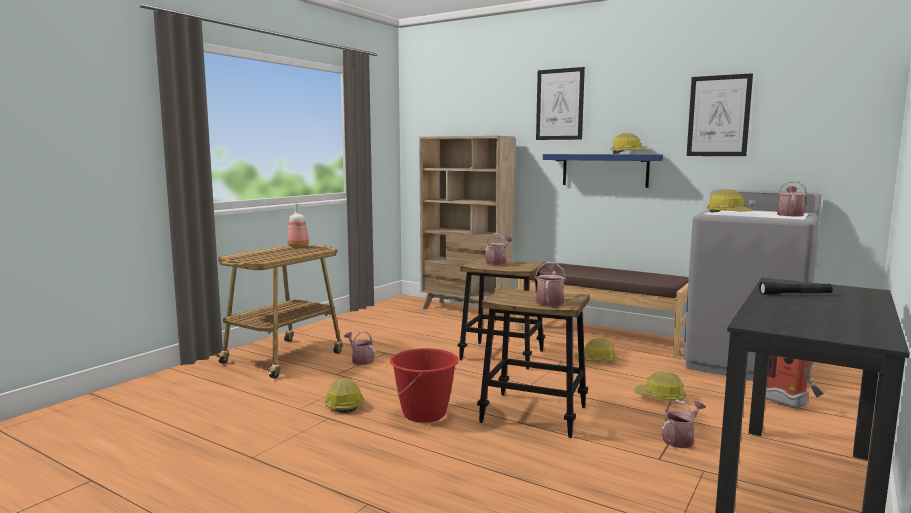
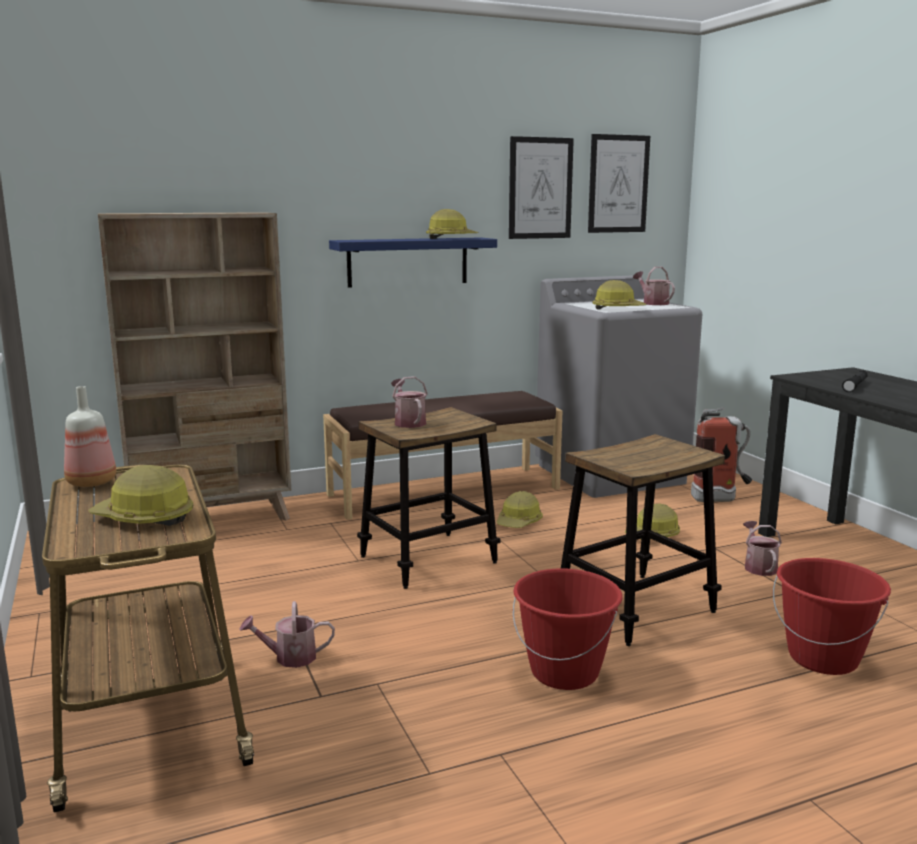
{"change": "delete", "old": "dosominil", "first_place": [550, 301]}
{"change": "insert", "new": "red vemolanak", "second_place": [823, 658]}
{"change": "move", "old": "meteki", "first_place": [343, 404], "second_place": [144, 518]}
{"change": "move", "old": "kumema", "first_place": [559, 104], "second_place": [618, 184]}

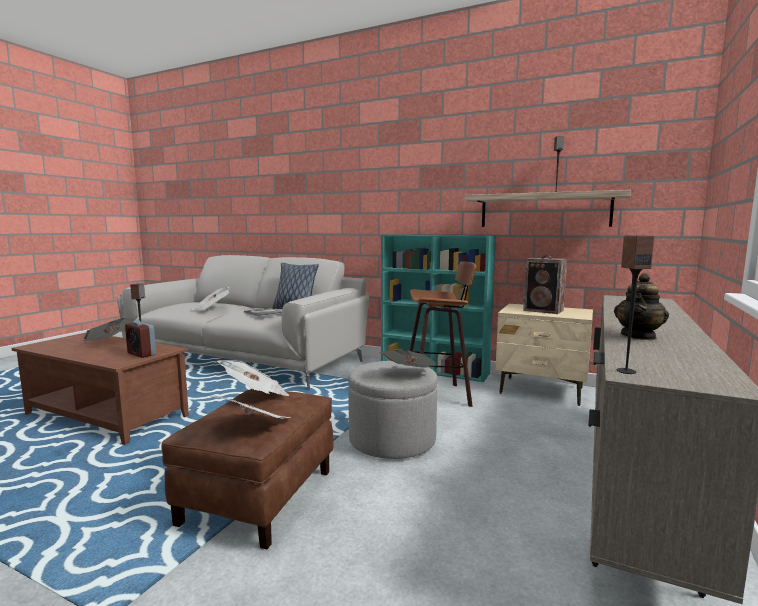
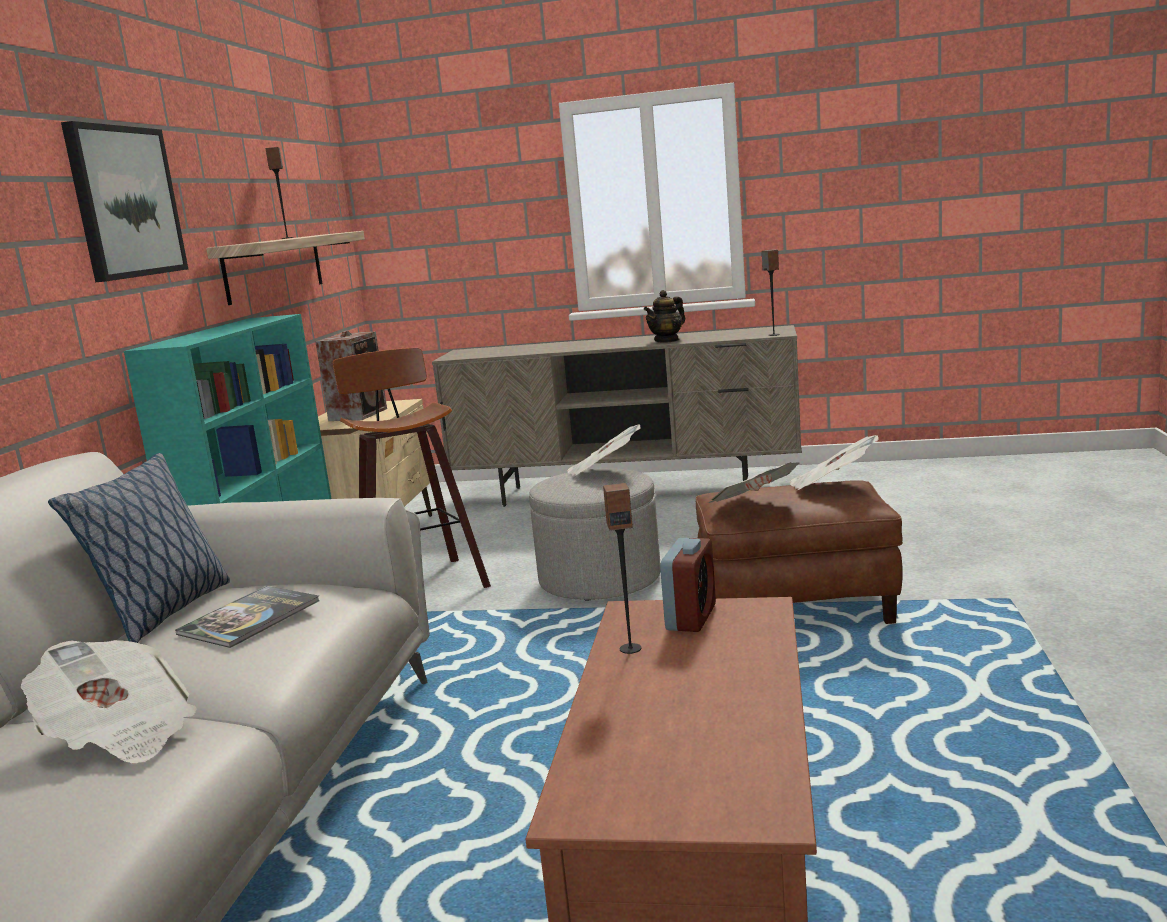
{"change": "delete", "old": "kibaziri", "first_place": [110, 342]}
{"change": "insert", "new": "kumema", "second_place": [125, 202]}
{"change": "rotate", "old": "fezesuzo", "first_place": [639, 336], "second_place": [667, 340], "degrees": 120}

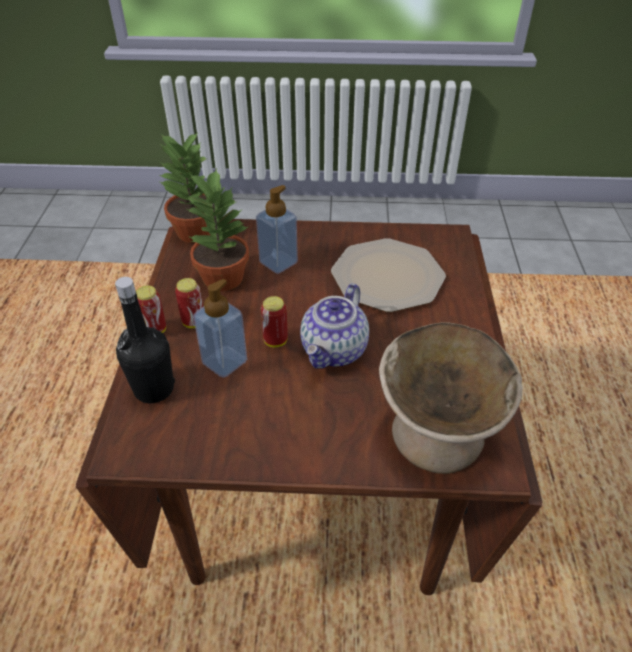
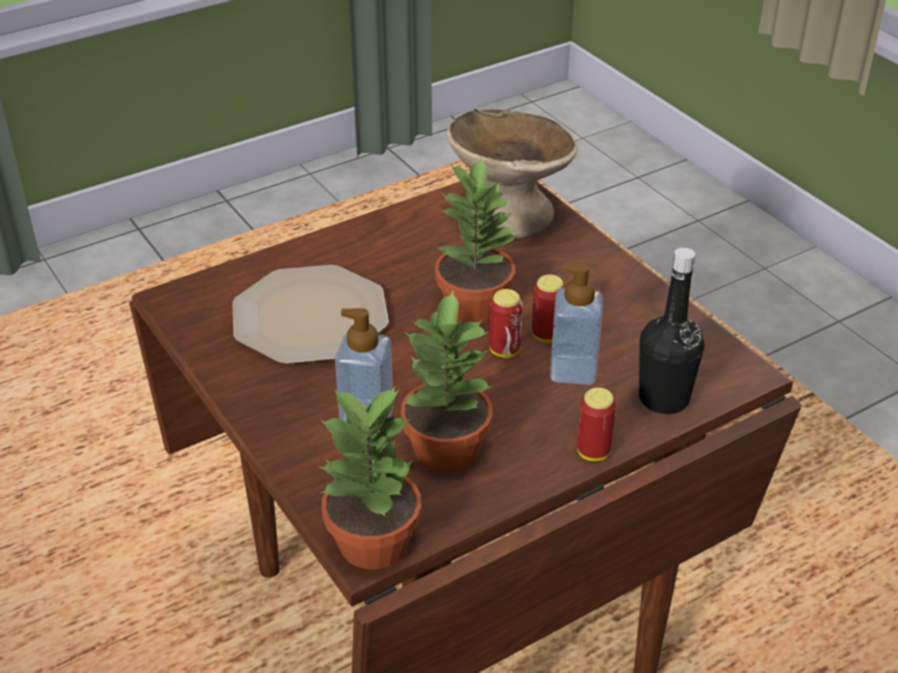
{"change": "move", "old": "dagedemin", "first_place": [193, 322], "second_place": [546, 335]}
{"change": "replace", "old": "fezesuzo", "new": "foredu", "first_place": [334, 351], "second_place": [474, 305]}

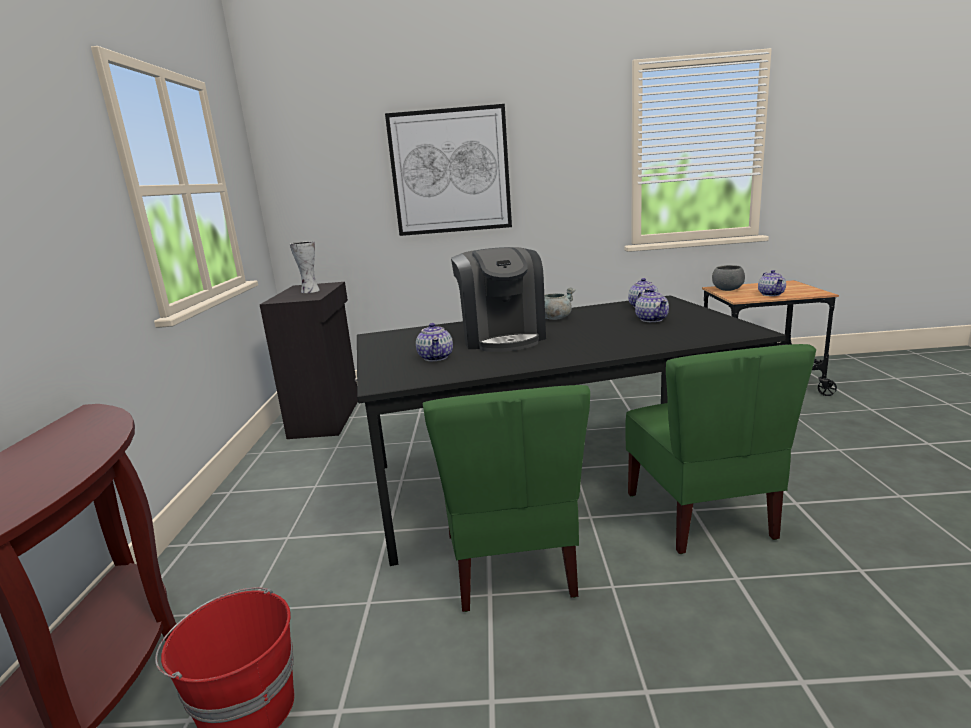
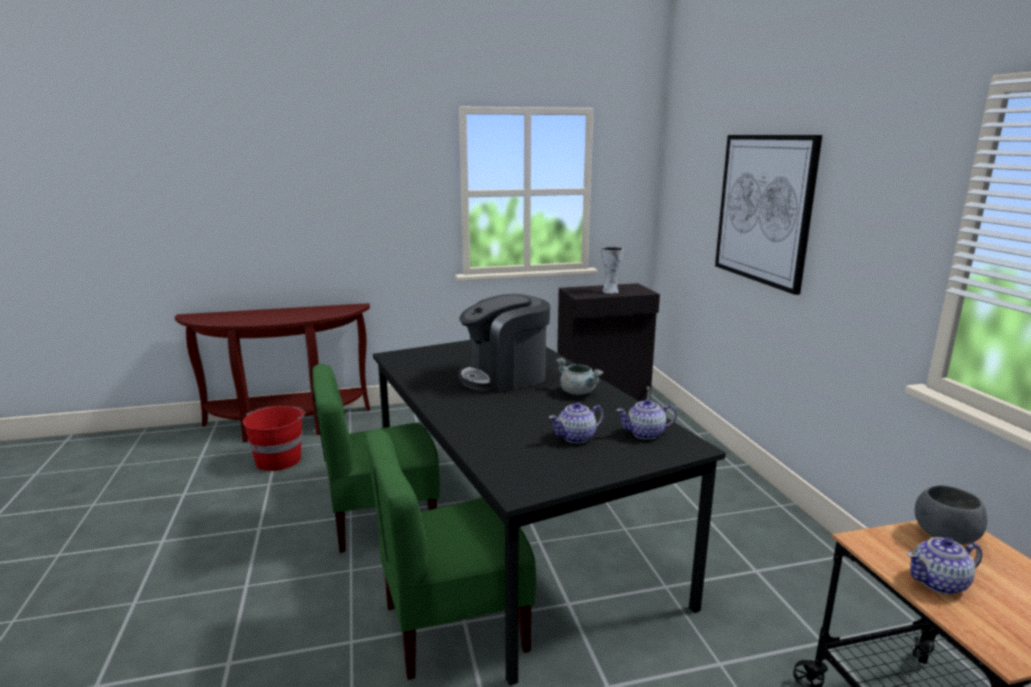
{"change": "delete", "old": "fezesuzo", "first_place": [436, 357]}

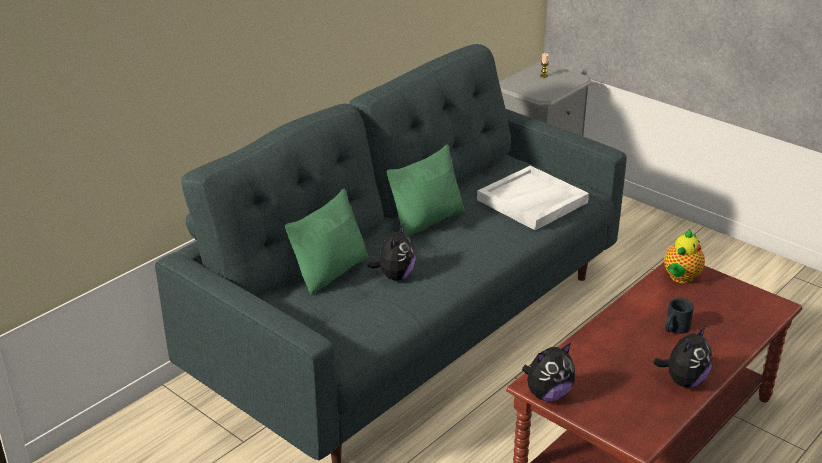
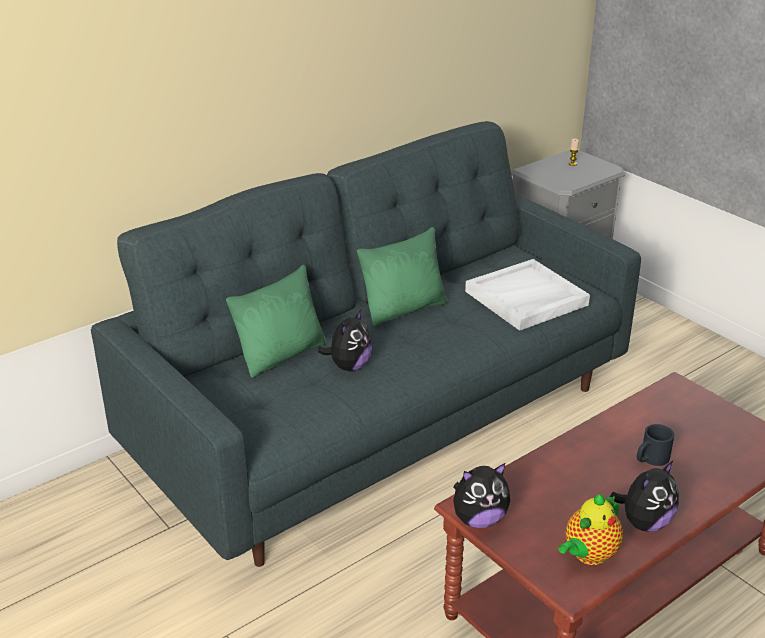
{"change": "move", "old": "fezesuzo", "first_place": [680, 278], "second_place": [588, 555]}

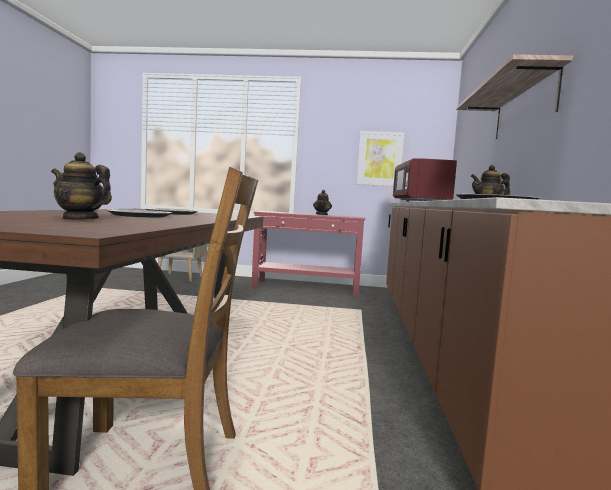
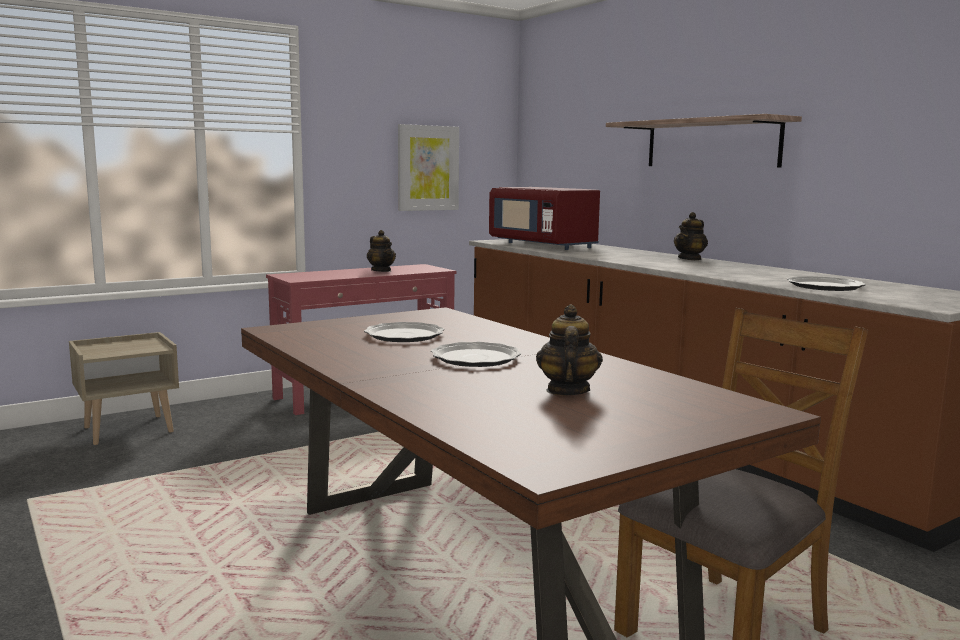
{"change": "rotate", "old": "fezesuzo", "first_place": [80, 219], "second_place": [567, 391], "degrees": 120}

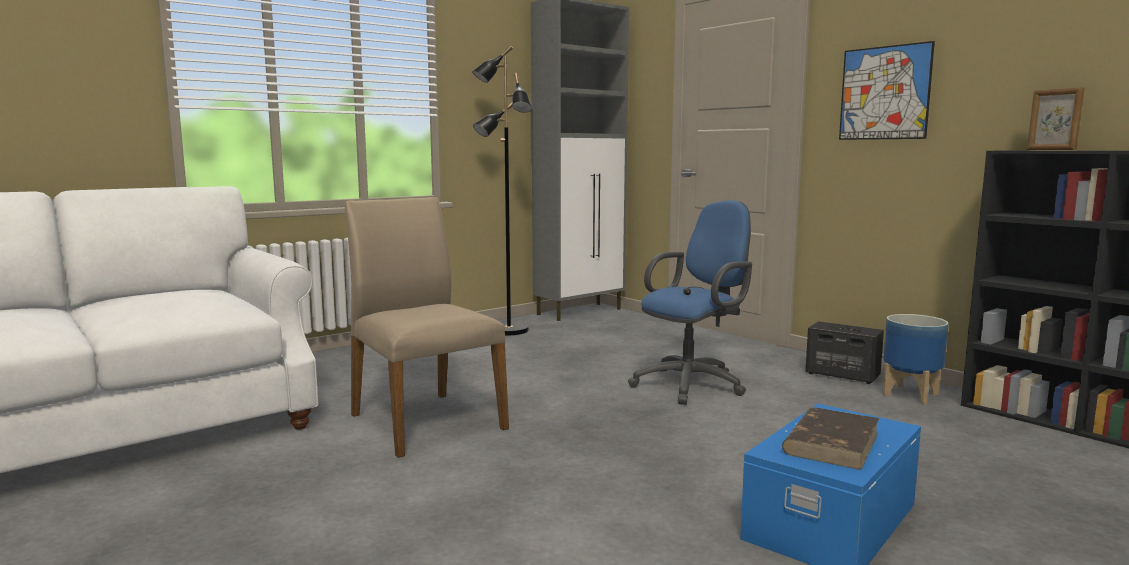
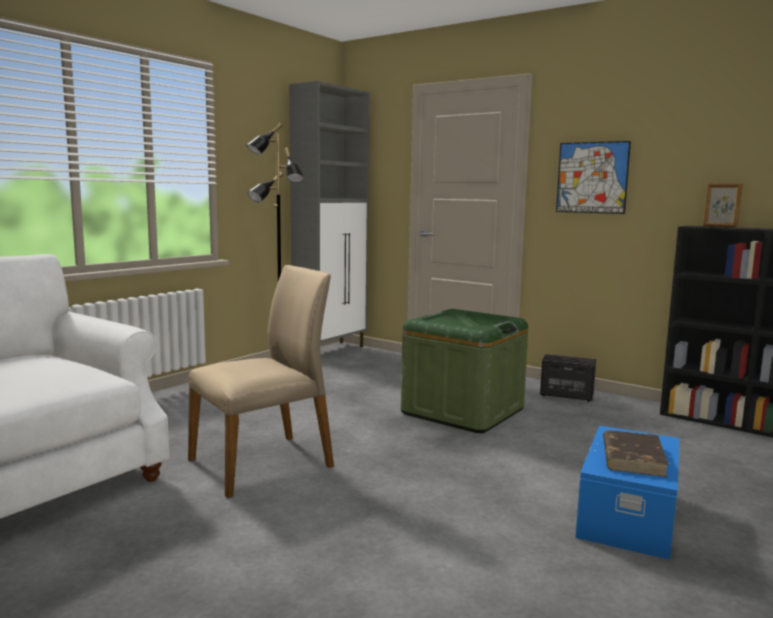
{"change": "delete", "old": "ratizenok", "first_place": [911, 395]}
{"change": "replace", "old": "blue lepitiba", "new": "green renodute", "first_place": [693, 384], "second_place": [462, 411]}
{"change": "rotate", "old": "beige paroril", "first_place": [424, 421], "second_place": [263, 463], "degrees": 105}

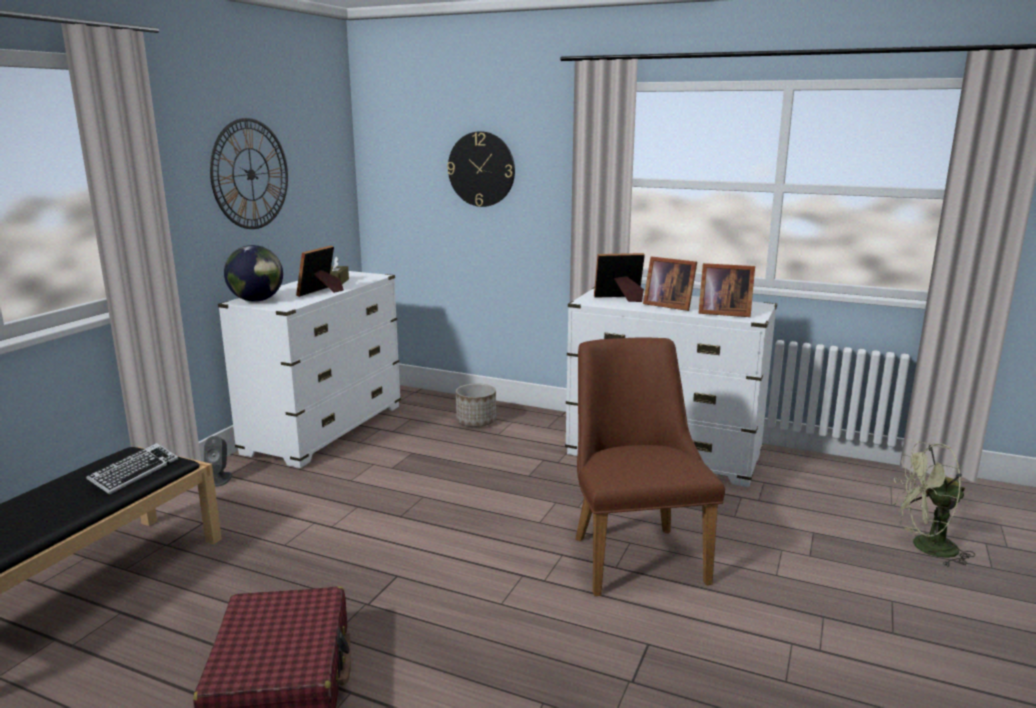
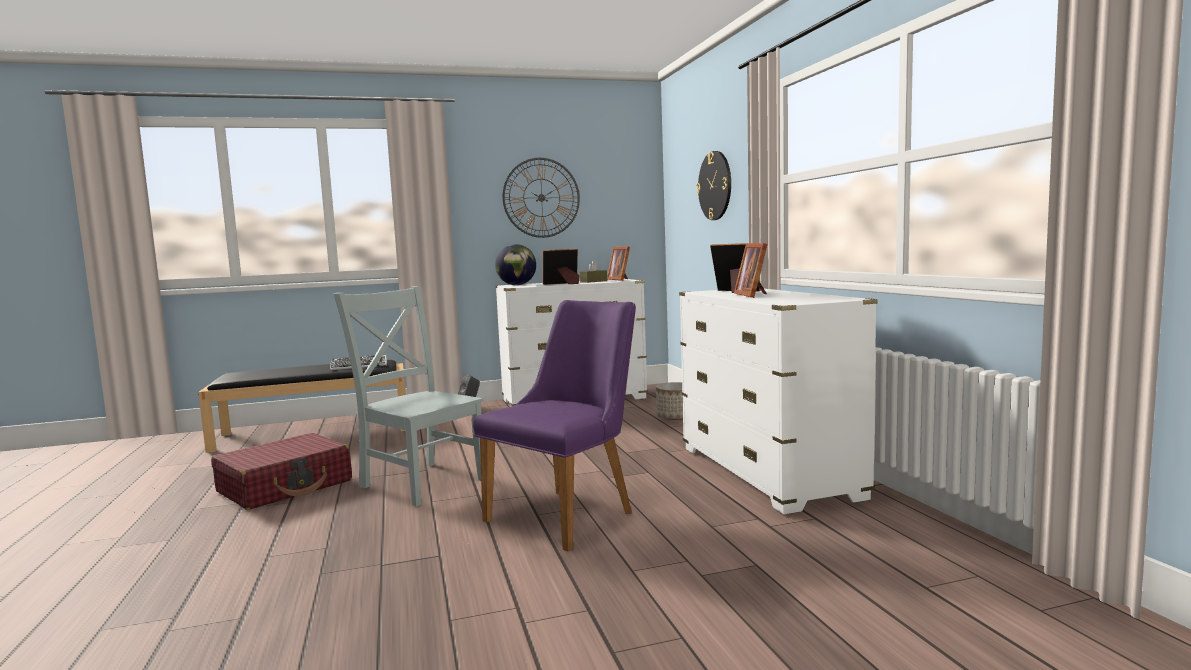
{"change": "delete", "old": "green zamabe", "first_place": [925, 548]}
{"change": "insert", "new": "grey paroril", "second_place": [420, 482]}
{"change": "move", "old": "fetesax", "first_place": [722, 313], "second_place": [620, 279]}
{"change": "recolor", "old": "brown paroril", "new": "purple paroril", "first_place": [633, 552], "second_place": [570, 512]}

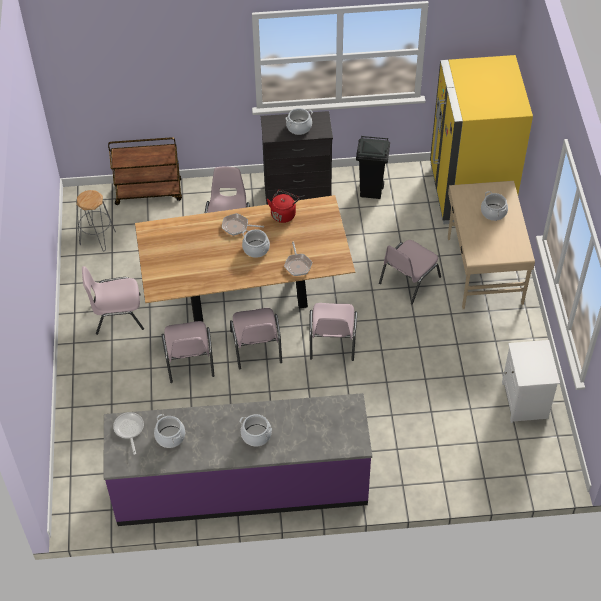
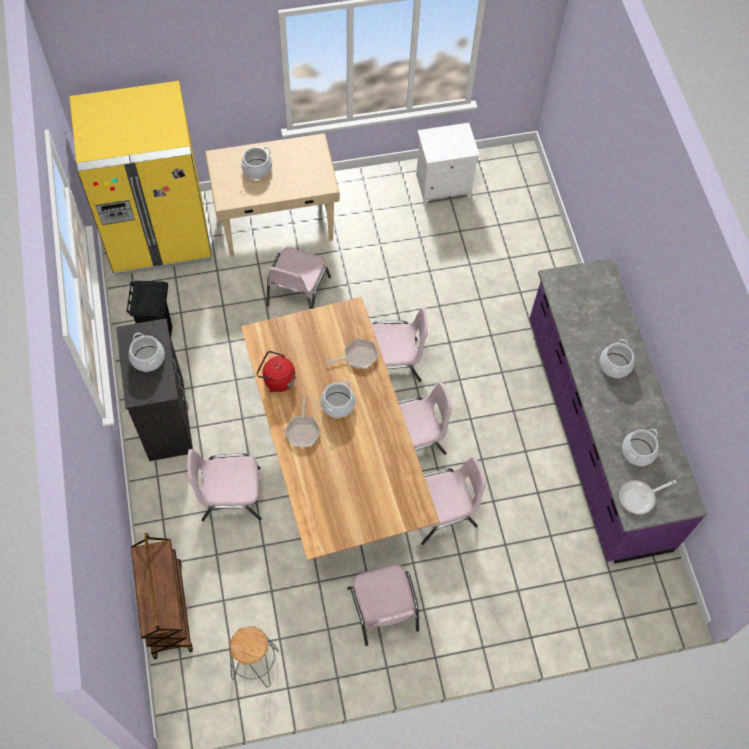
{"change": "rotate", "old": "pink paroril", "first_place": [408, 280], "second_place": [297, 292], "degrees": 75}

